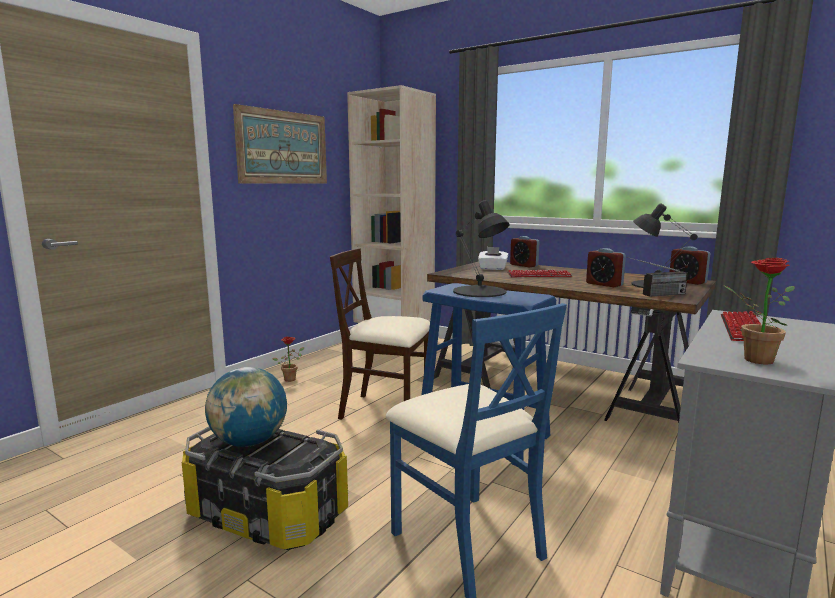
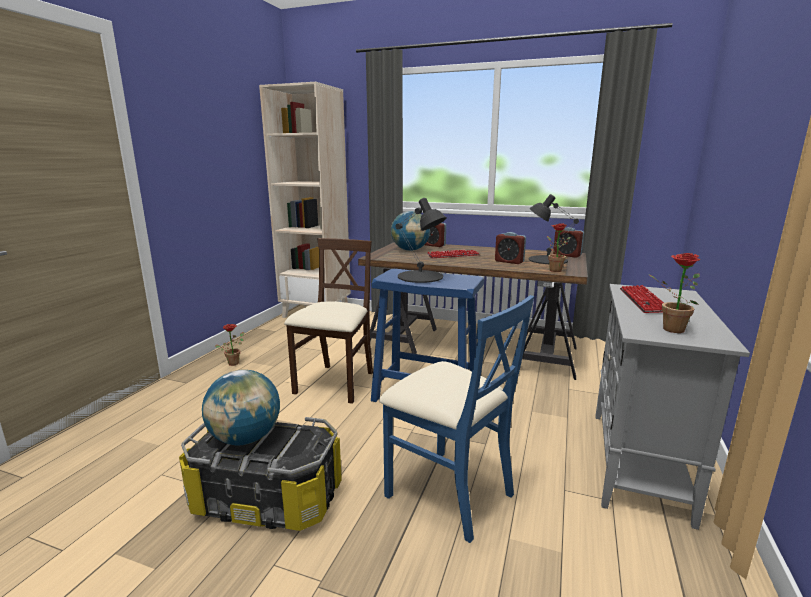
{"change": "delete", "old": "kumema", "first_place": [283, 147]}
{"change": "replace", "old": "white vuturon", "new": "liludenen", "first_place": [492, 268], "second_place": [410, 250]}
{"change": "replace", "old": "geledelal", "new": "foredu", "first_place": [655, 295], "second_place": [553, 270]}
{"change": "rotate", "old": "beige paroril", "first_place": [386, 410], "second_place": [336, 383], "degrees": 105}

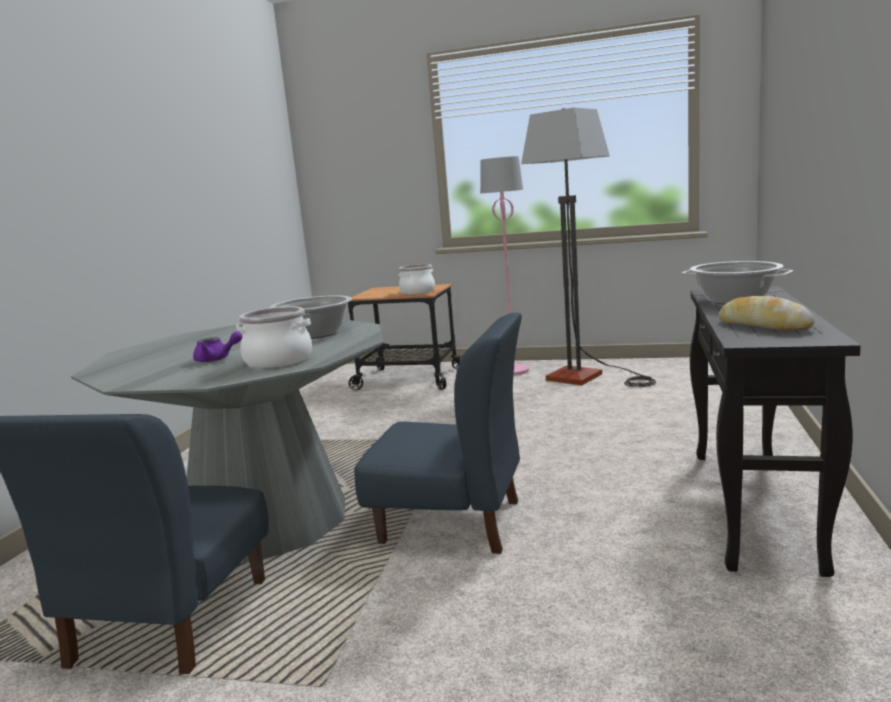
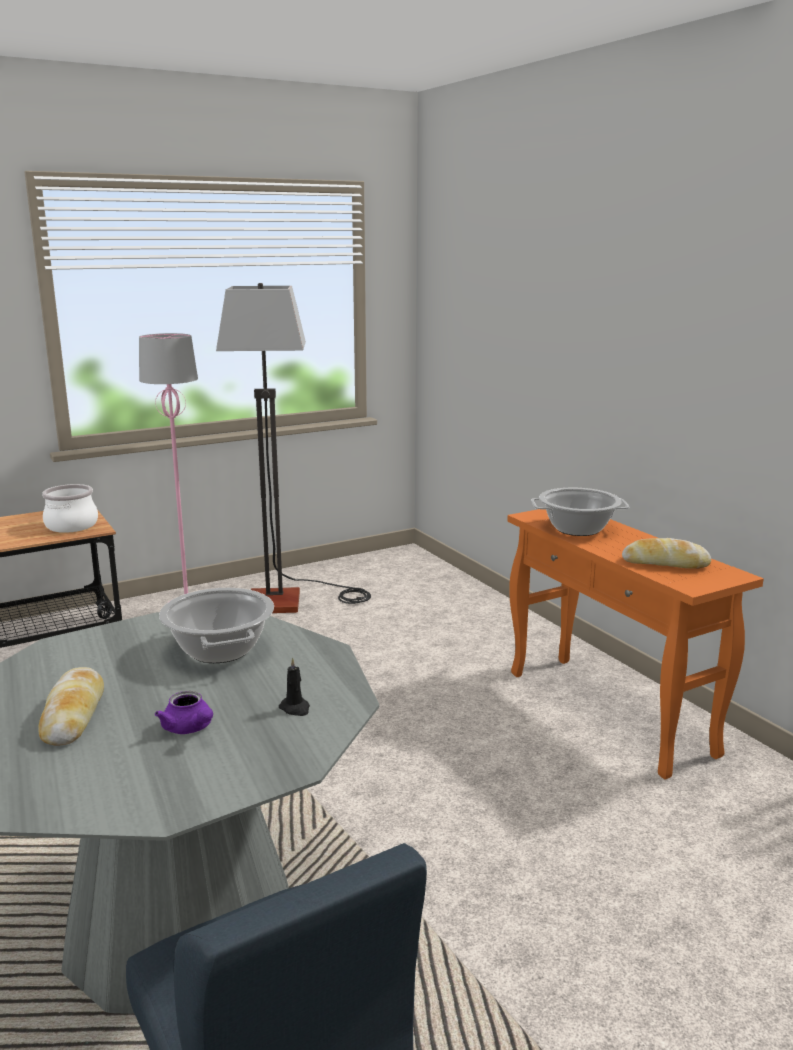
{"change": "delete", "old": "blue paroril", "first_place": [452, 522]}
{"change": "insert", "new": "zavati", "second_place": [73, 715]}
{"change": "replace", "old": "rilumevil", "new": "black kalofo", "first_place": [278, 361], "second_place": [295, 708]}
{"change": "recolor", "old": "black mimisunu", "new": "orange mimisunu", "first_place": [753, 507], "second_place": [610, 713]}
{"change": "rotate", "old": "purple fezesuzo", "first_place": [217, 359], "second_place": [189, 729], "degrees": 90}

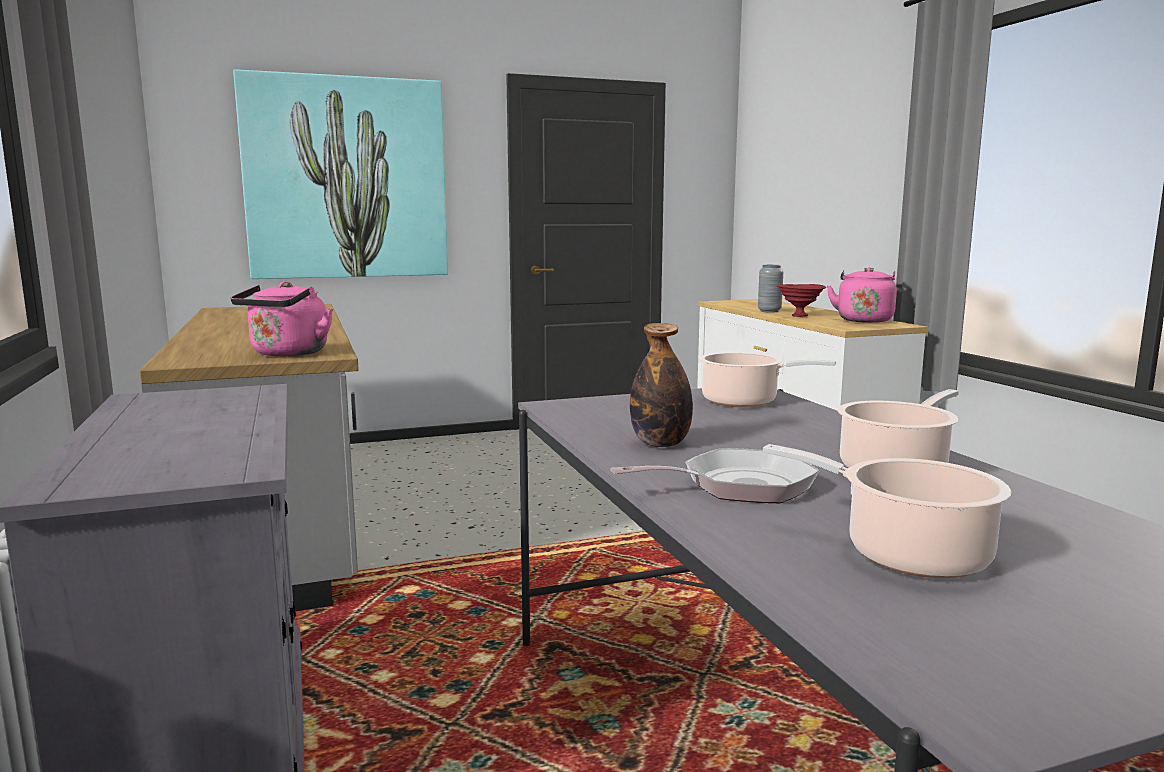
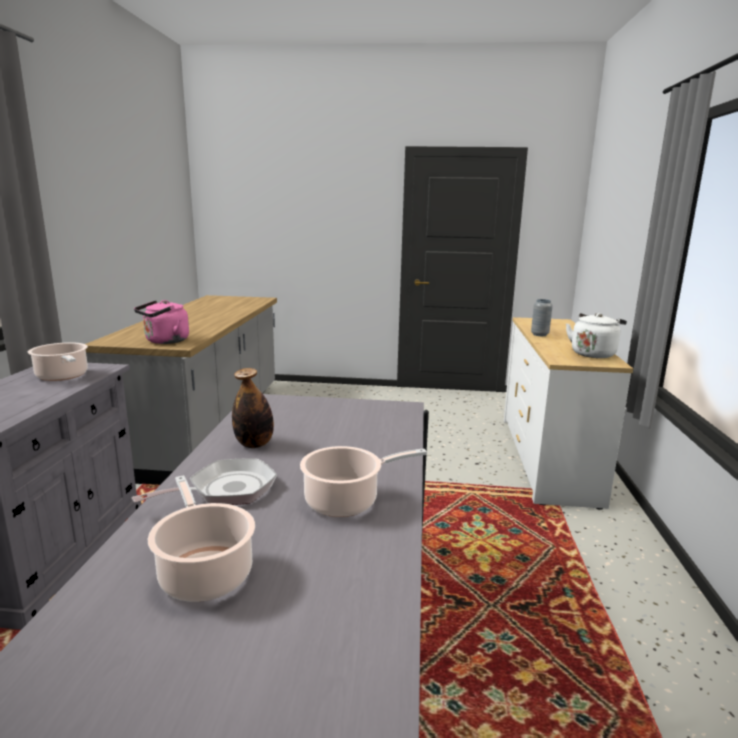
{"change": "delete", "old": "kumema", "first_place": [346, 179]}
{"change": "delete", "old": "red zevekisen", "first_place": [798, 315]}
{"change": "move", "old": "rilumevil", "first_place": [744, 402], "second_place": [63, 376]}
{"change": "recolor", "old": "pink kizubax", "new": "white kizubax", "first_place": [864, 320], "second_place": [593, 354]}
{"change": "rotate", "old": "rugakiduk", "first_place": [738, 486], "second_place": [226, 490], "degrees": -45}

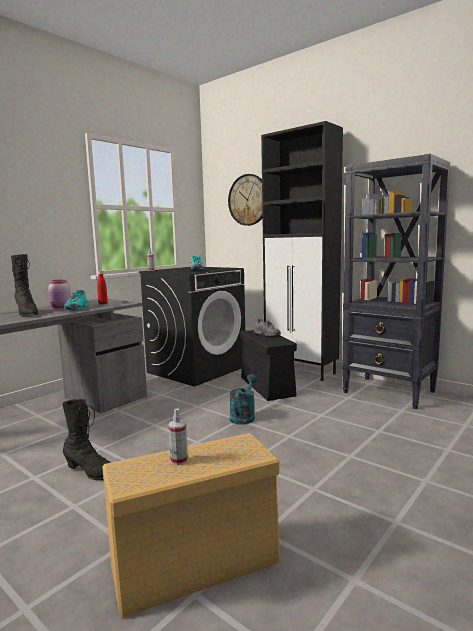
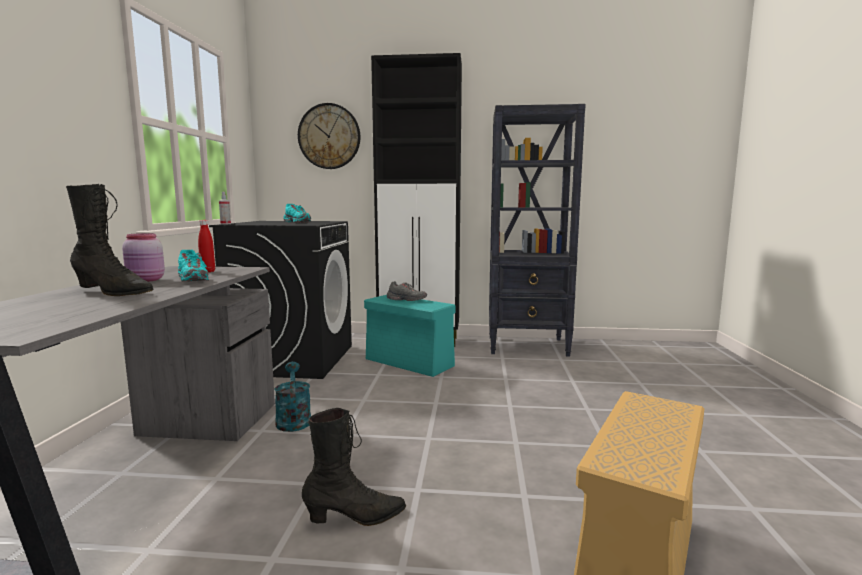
{"change": "delete", "old": "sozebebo", "first_place": [179, 460]}
{"change": "move", "old": "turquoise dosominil", "first_place": [243, 416], "second_place": [293, 419]}
{"change": "recolor", "old": "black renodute", "new": "turquoise renodute", "first_place": [266, 386], "second_place": [407, 362]}

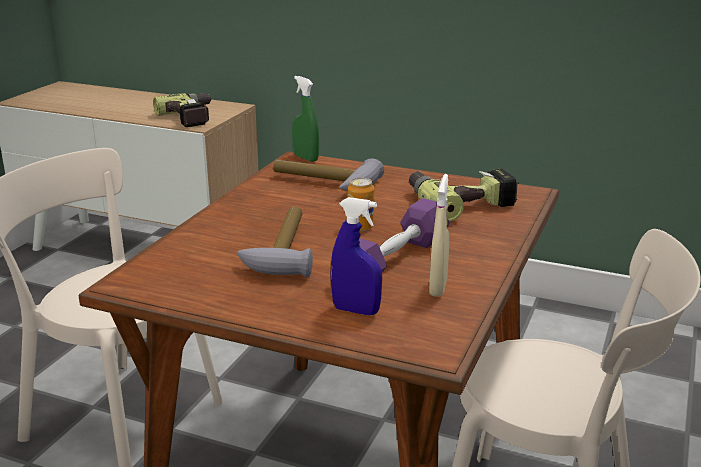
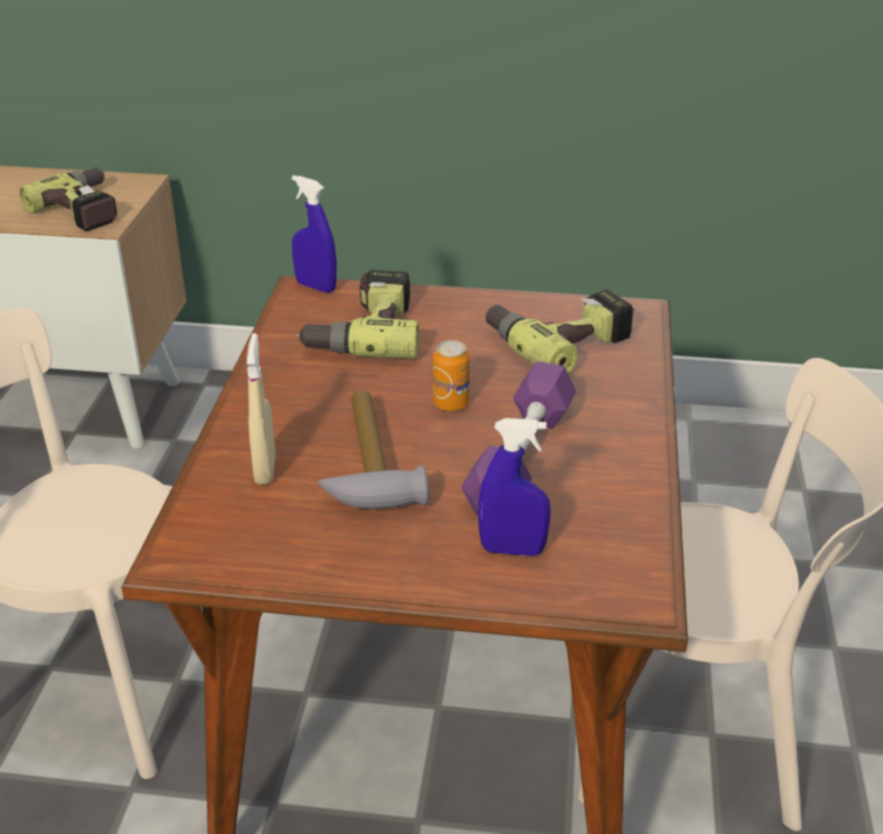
{"change": "move", "old": "beige sozebebo", "first_place": [438, 287], "second_place": [265, 470]}
{"change": "replace", "old": "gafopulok", "new": "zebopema", "first_place": [324, 183], "second_place": [364, 332]}
{"change": "recolor", "old": "green sozebebo", "new": "blue sozebebo", "first_place": [306, 158], "second_place": [316, 287]}

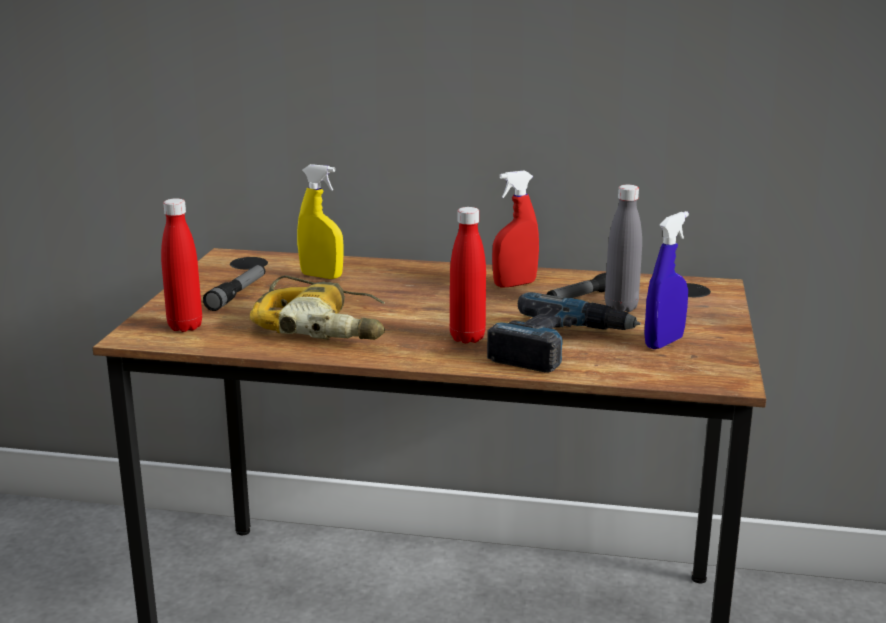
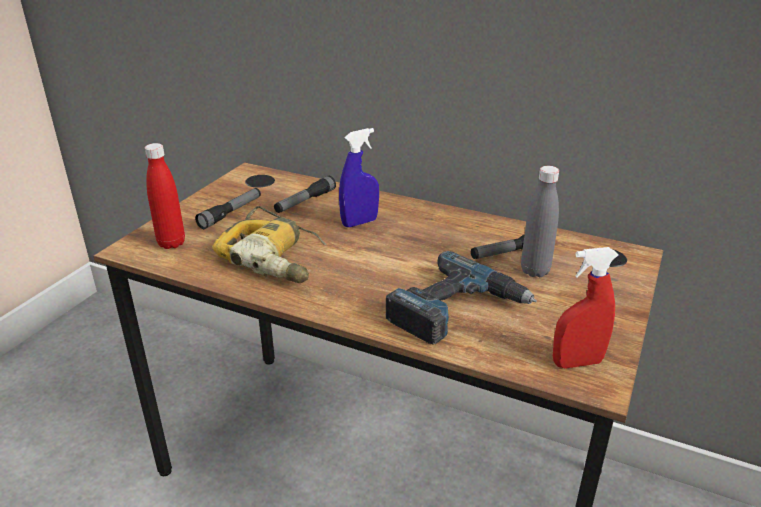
{"change": "delete", "old": "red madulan", "first_place": [467, 338]}
{"change": "move", "old": "red sozebebo", "first_place": [514, 284], "second_place": [577, 362]}
{"change": "move", "old": "blue sozebebo", "first_place": [664, 342], "second_place": [359, 222]}
{"change": "replace", "old": "yellow sozebebo", "new": "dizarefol", "first_place": [321, 276], "second_place": [305, 201]}

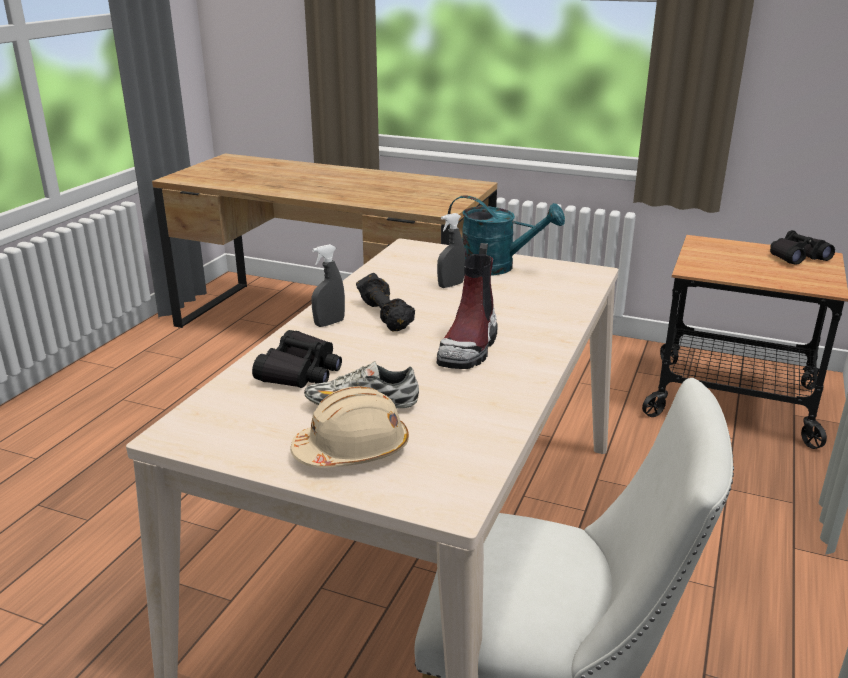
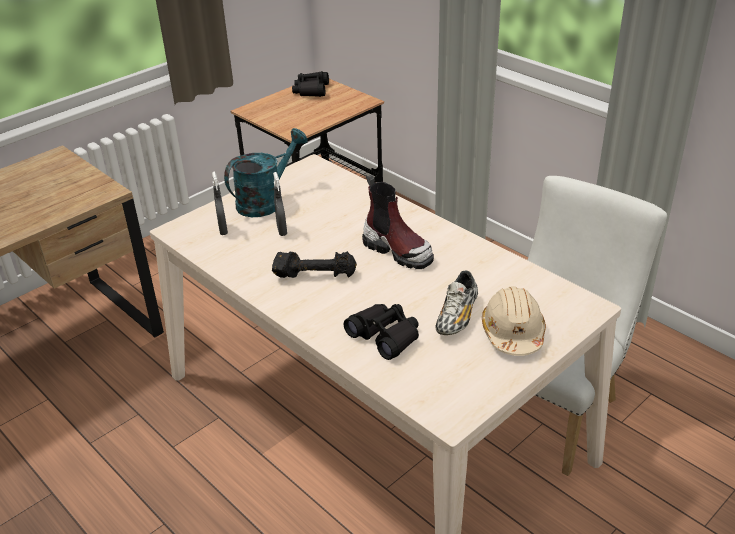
{"change": "move", "old": "grey sozebebo", "first_place": [329, 323], "second_place": [223, 229]}

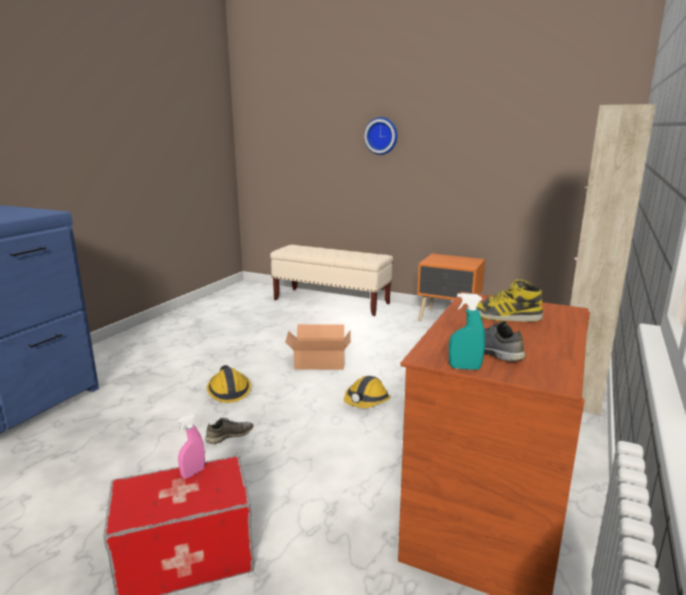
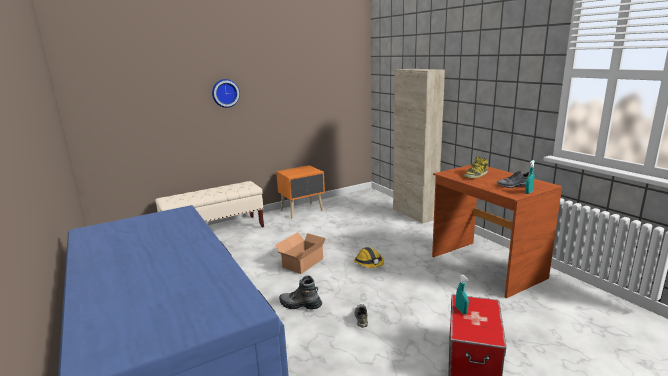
{"change": "replace", "old": "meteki", "new": "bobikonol", "first_place": [228, 390], "second_place": [300, 305]}
{"change": "recolor", "old": "pink sozebebo", "new": "turquoise sozebebo", "first_place": [193, 473], "second_place": [461, 310]}

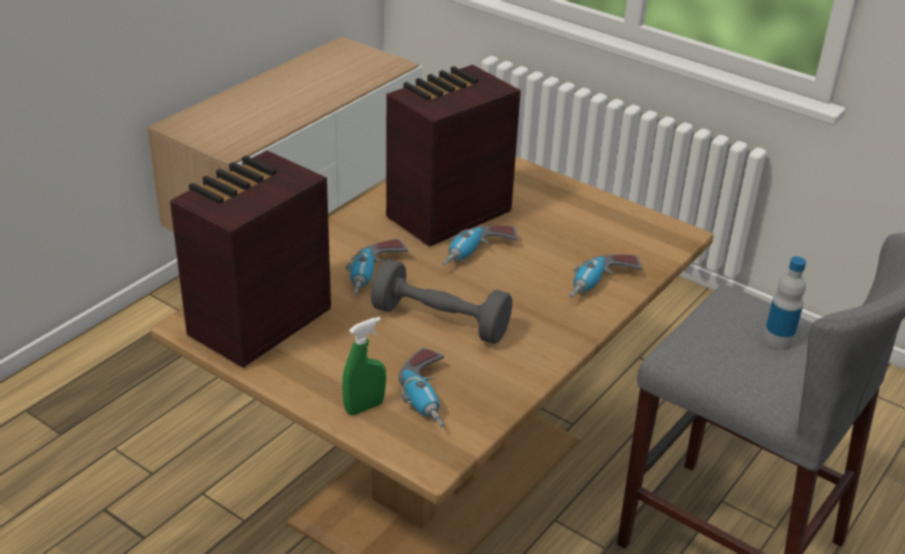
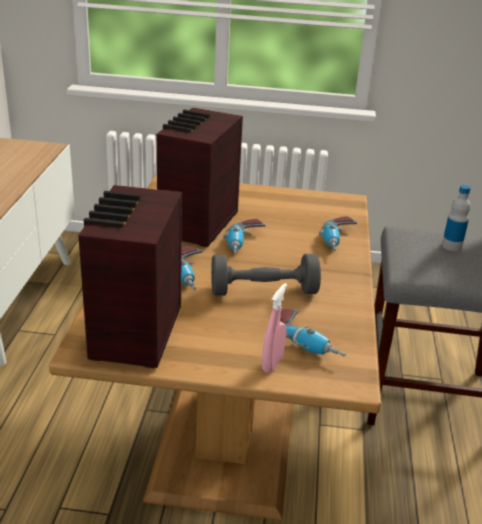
{"change": "recolor", "old": "green sozebebo", "new": "pink sozebebo", "first_place": [364, 407], "second_place": [272, 364]}

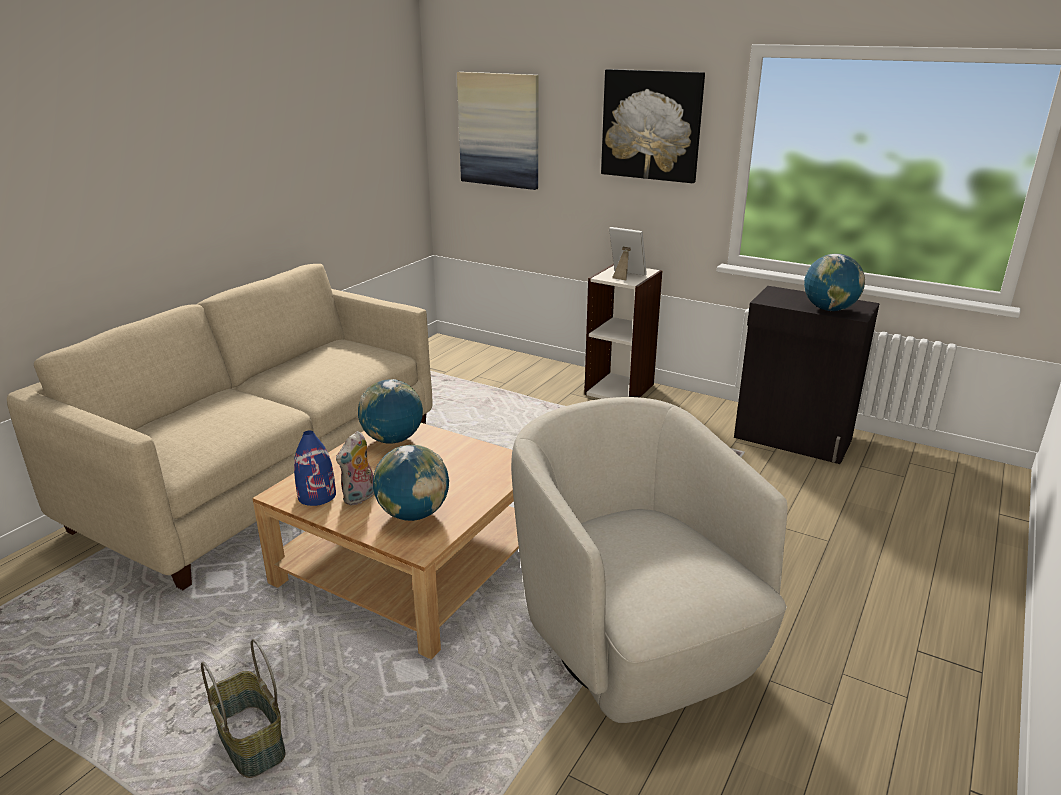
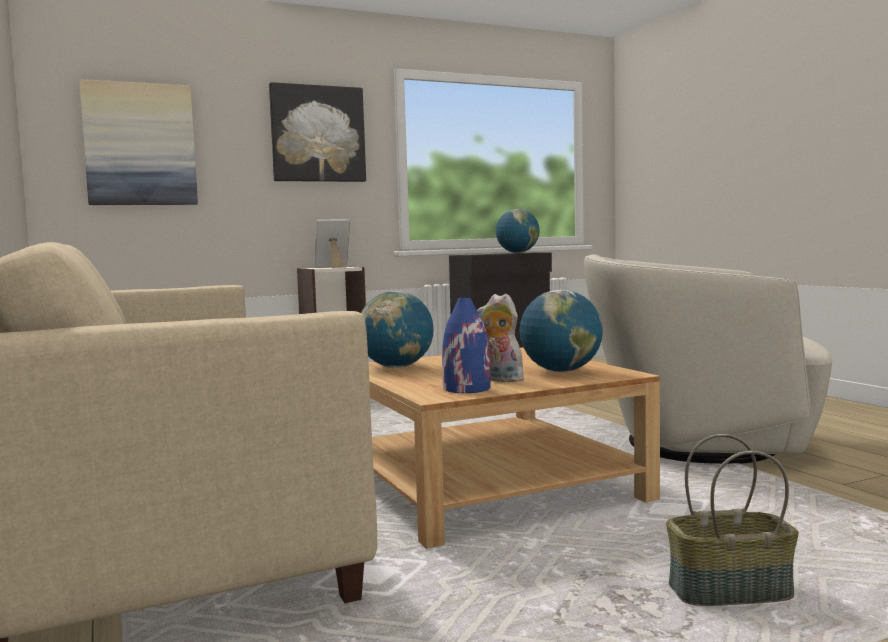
{"change": "rotate", "old": "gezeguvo", "first_place": [360, 498], "second_place": [499, 380], "degrees": 150}

